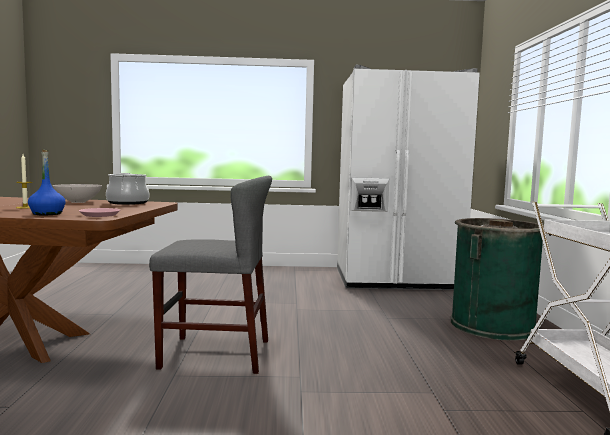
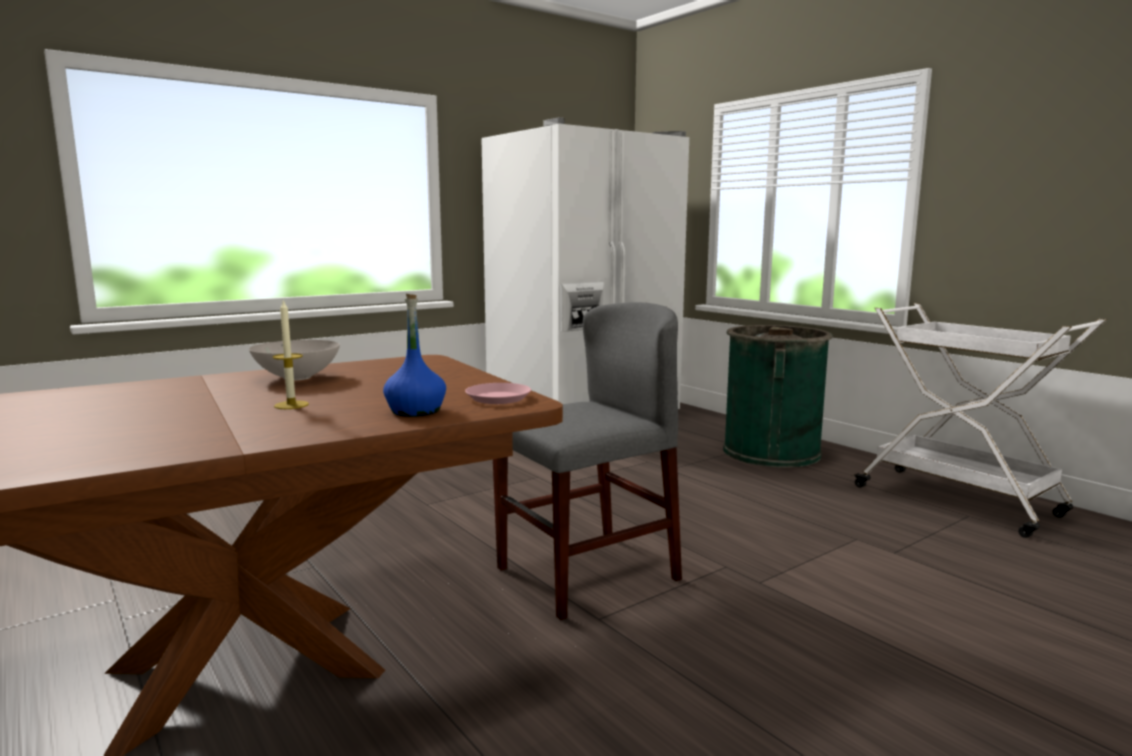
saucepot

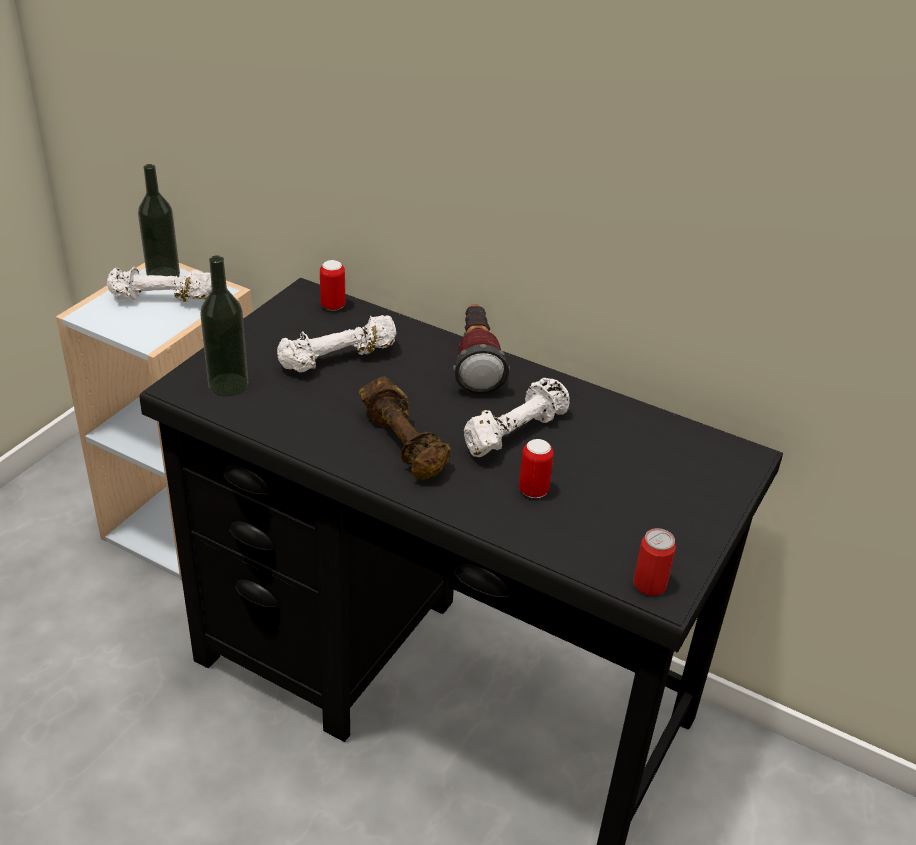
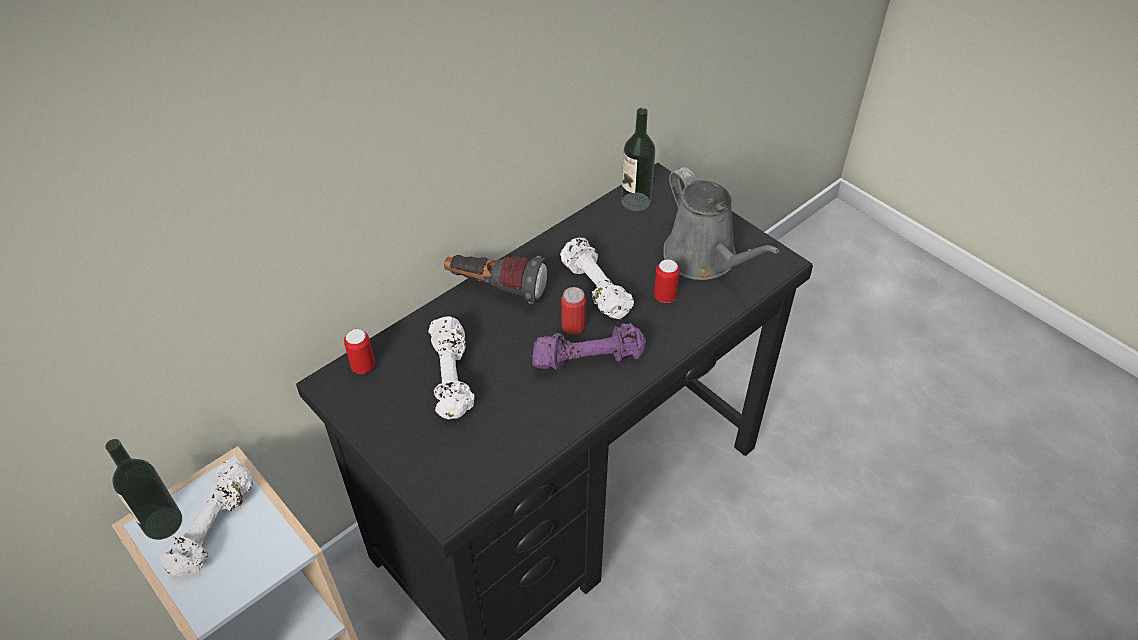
purplish free weight
sealed can (no. 2 from left)
drink bottle (no. 2 from left)
greyish sprinkling can

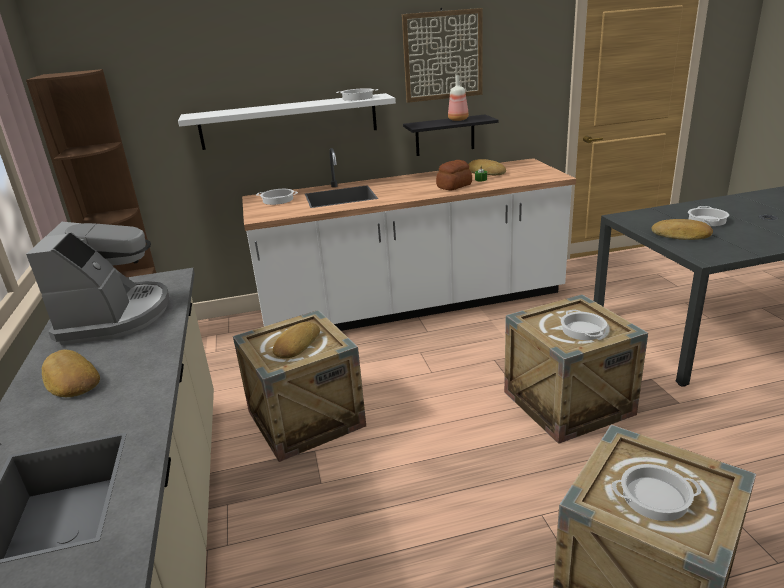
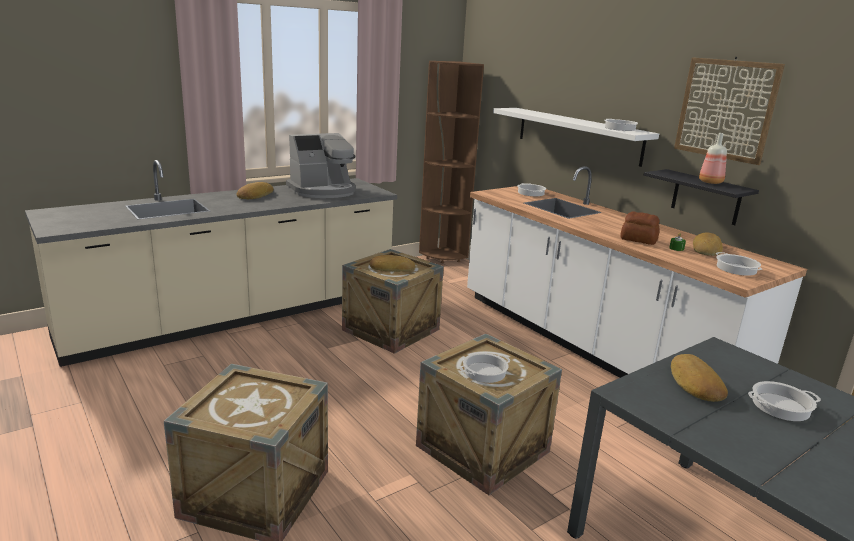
saucepot (no. 4 from left)

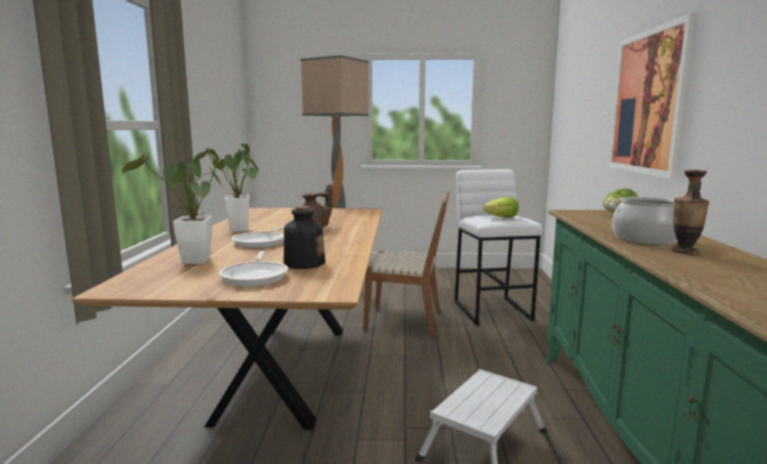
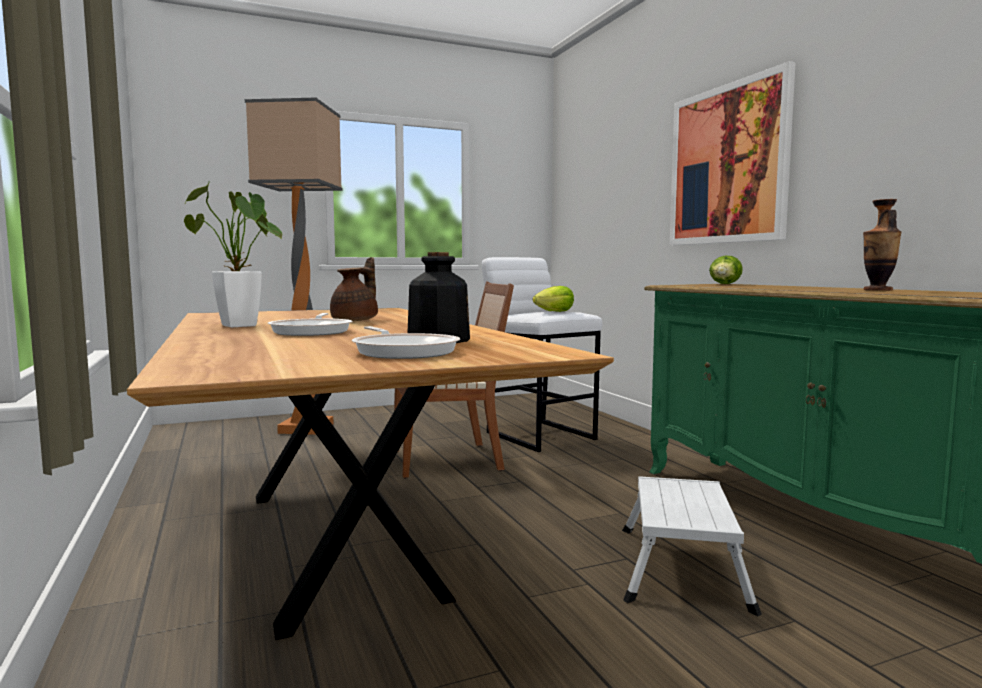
houseplant (no. 1 from left in the first image)
saucepot

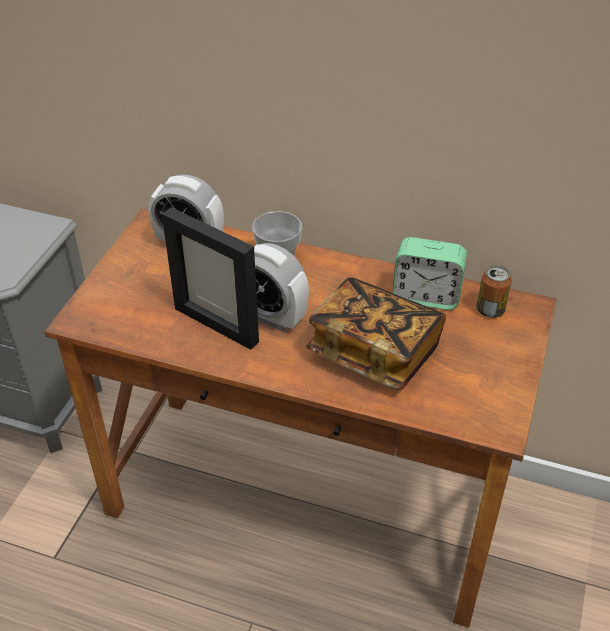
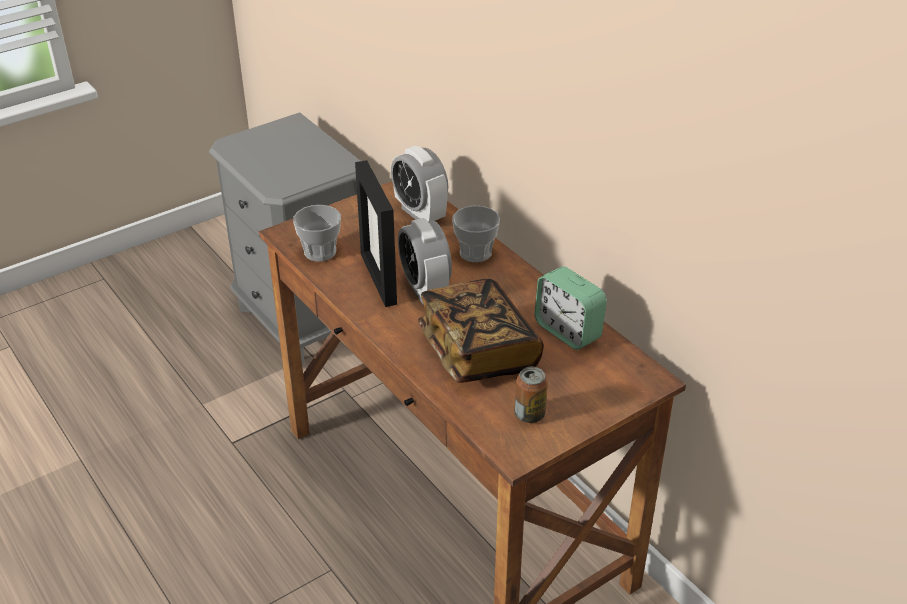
drinking cup (no. 1 from left)
sealed can

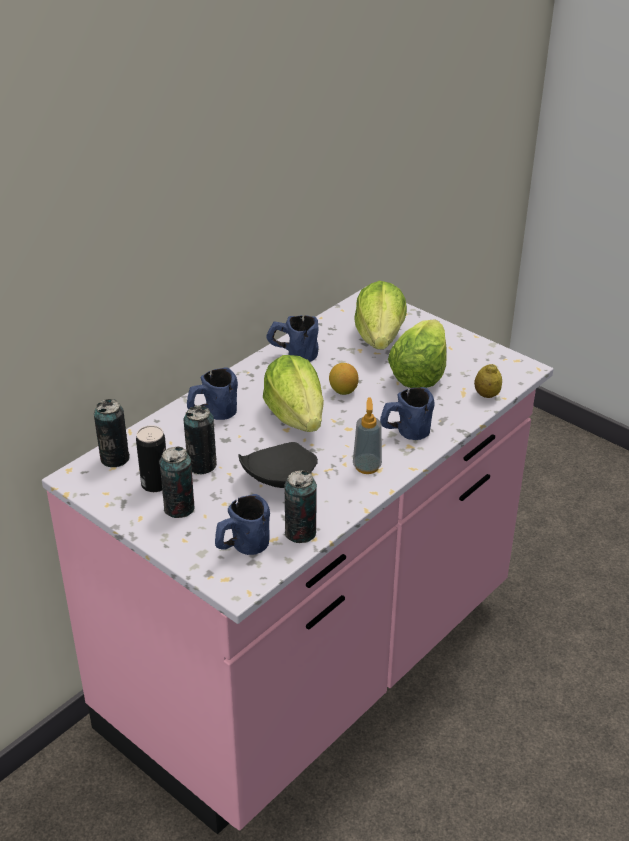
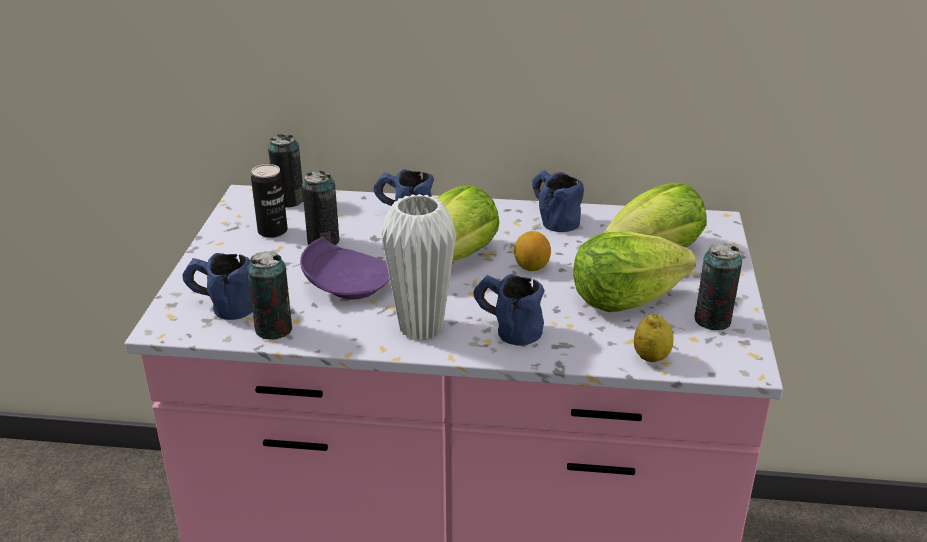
purplish dinner plate
white vase
sealed can (no. 5 from left)

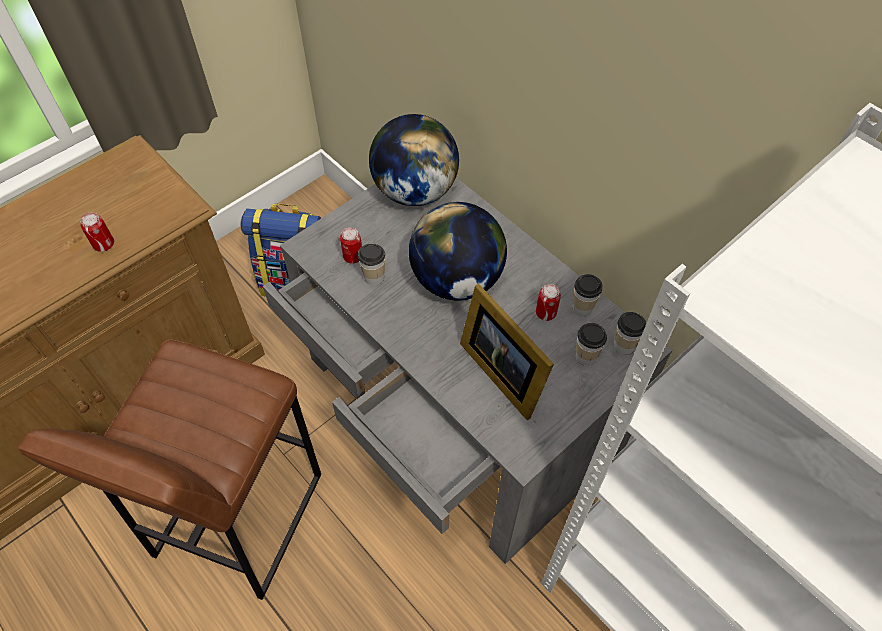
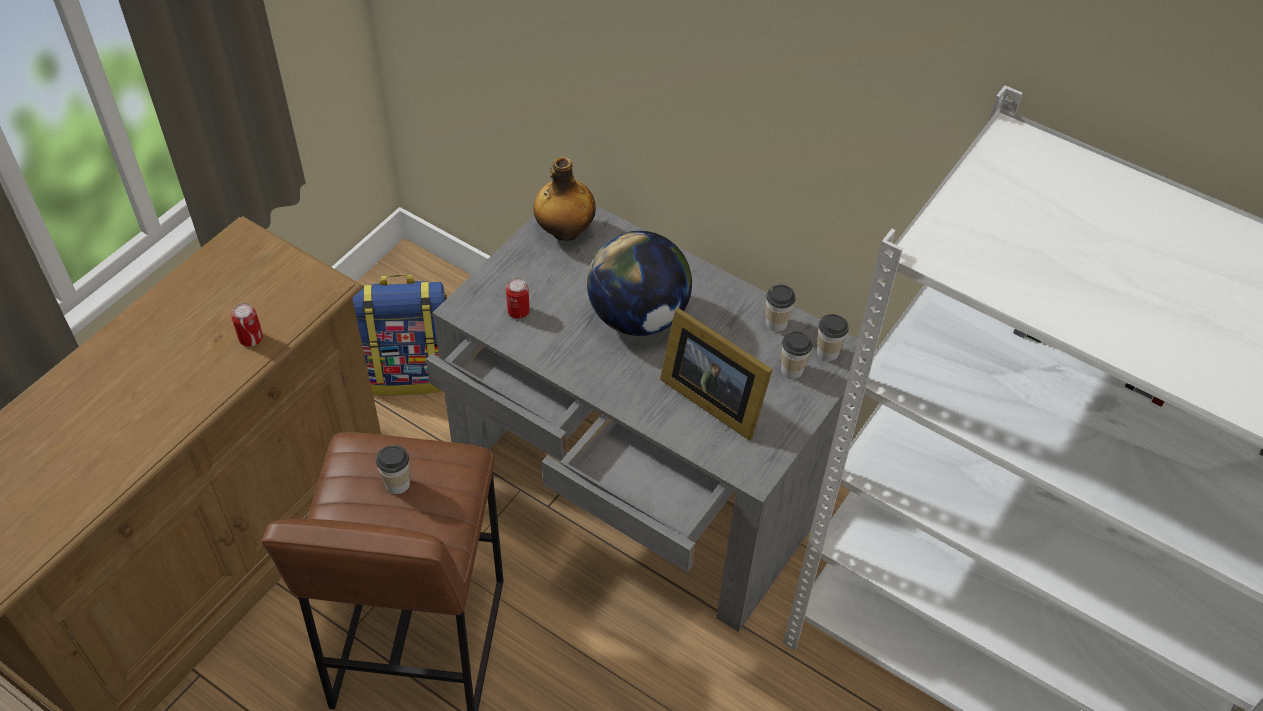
drinking cup (no. 1 from left)
drink bottle
sealed can (no. 3 from left in the first image)

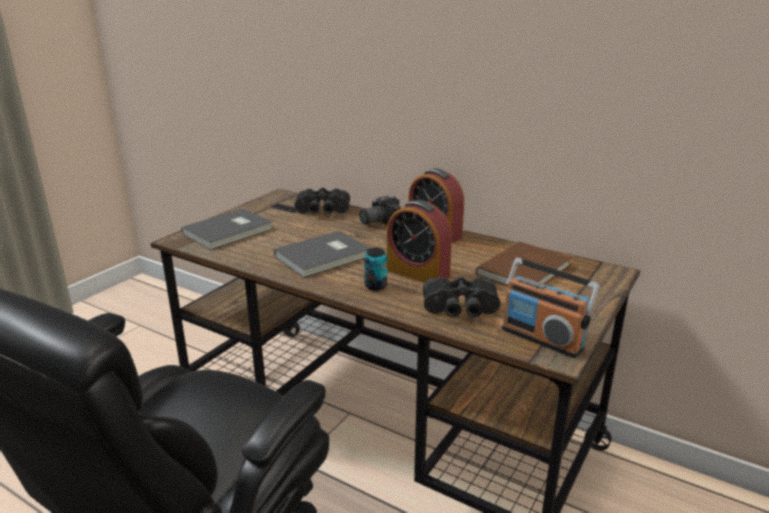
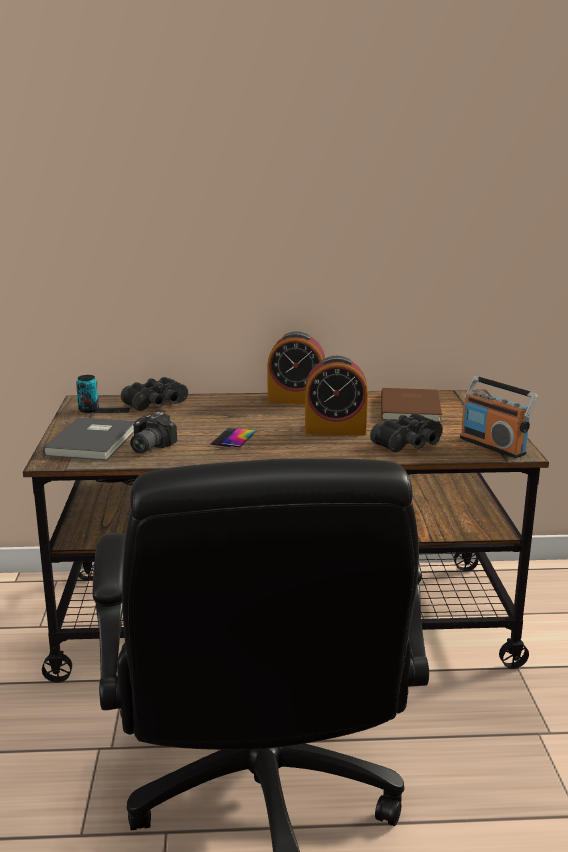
sealed can
still camera
telephone
radio receiver

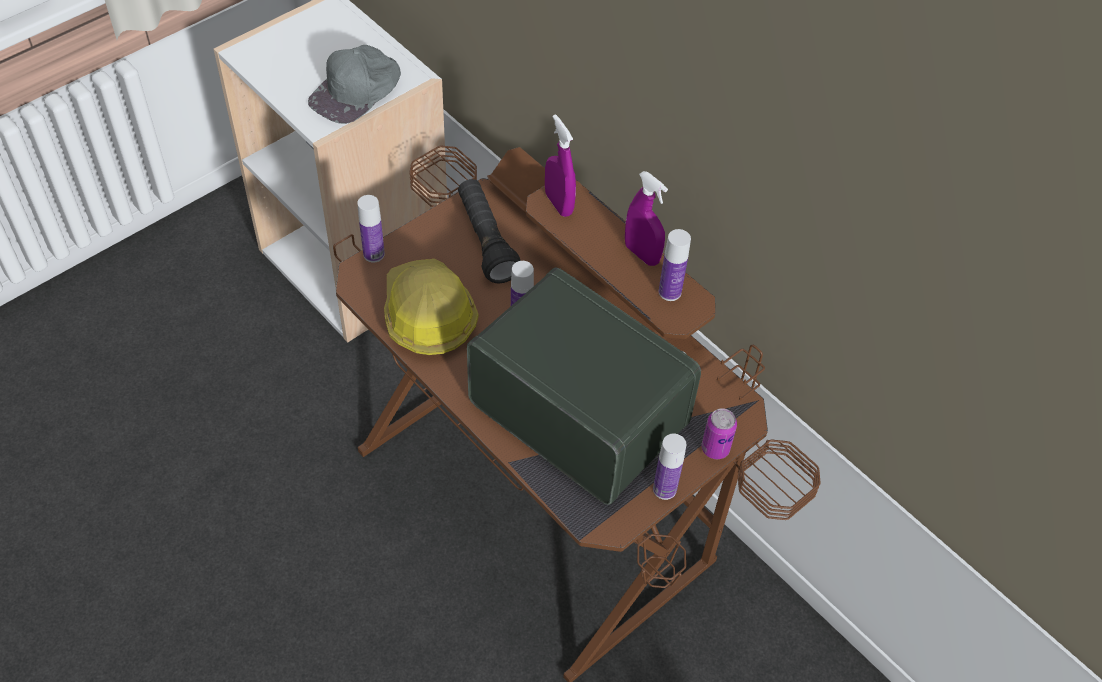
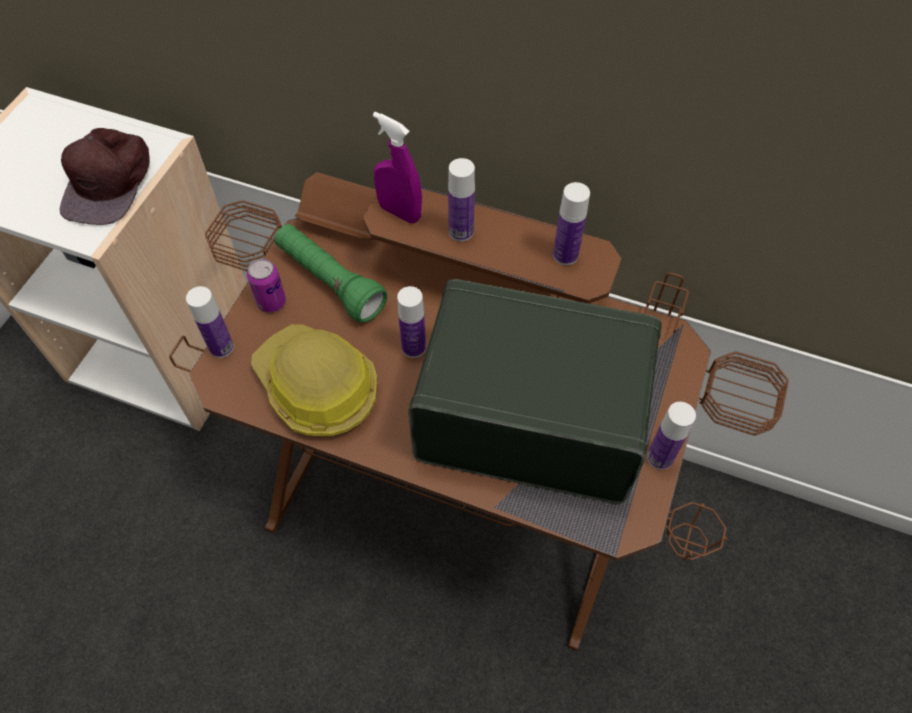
brownish cap
sealed can
green-coloured flashlight
drink bottle (no. 3 from left)
purplish hand sprayer (no. 2 from left in the first image)

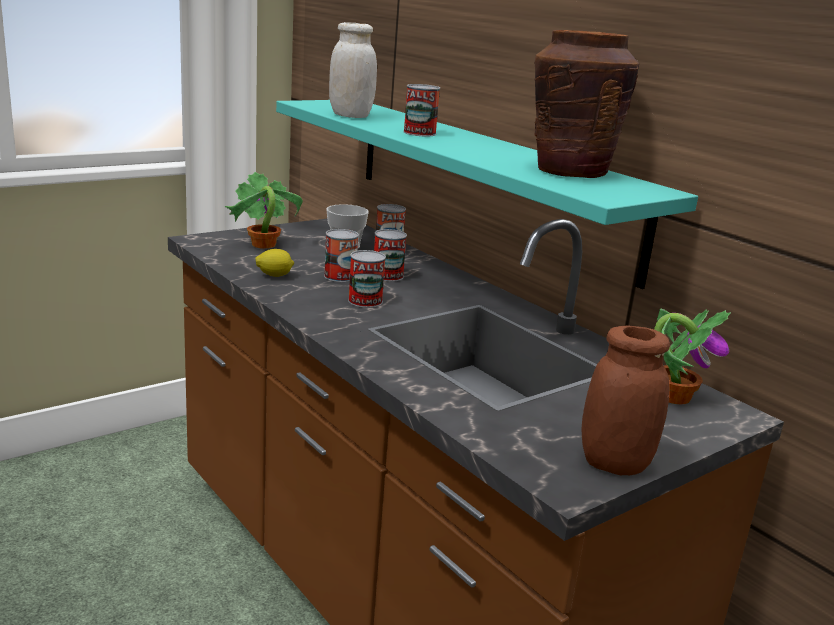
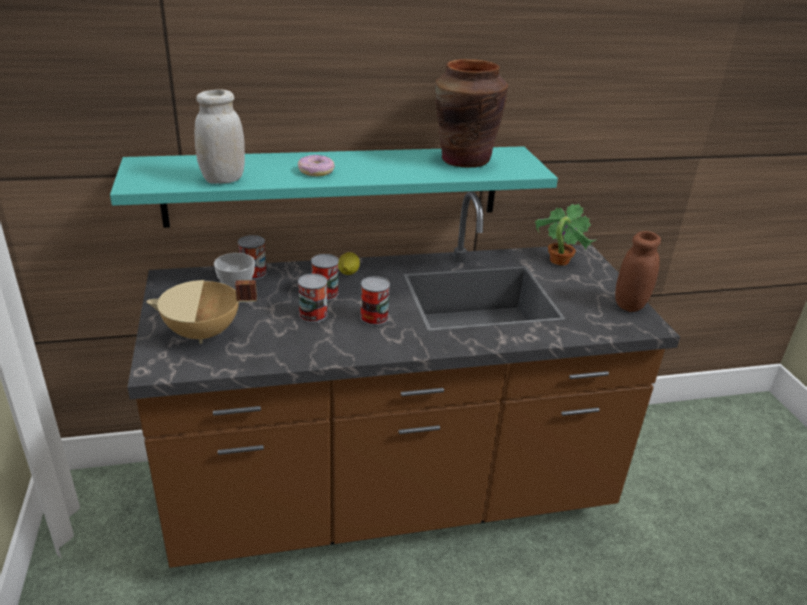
beige-coloured saucepot
doughnut
whole lemon

